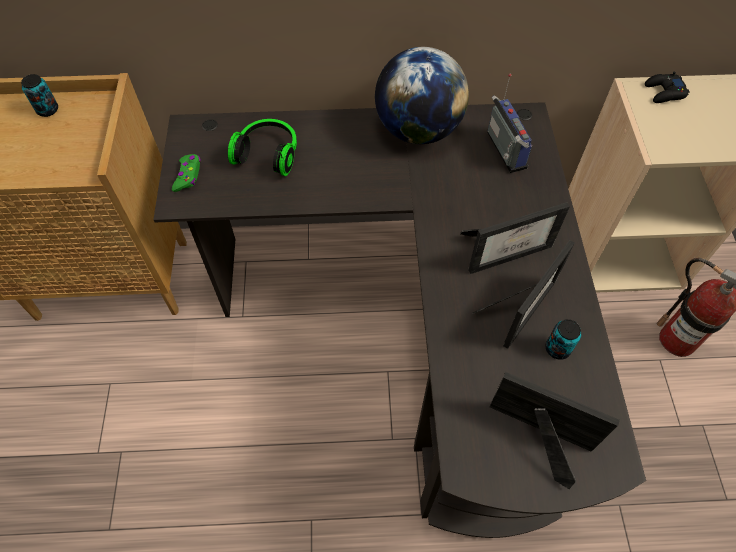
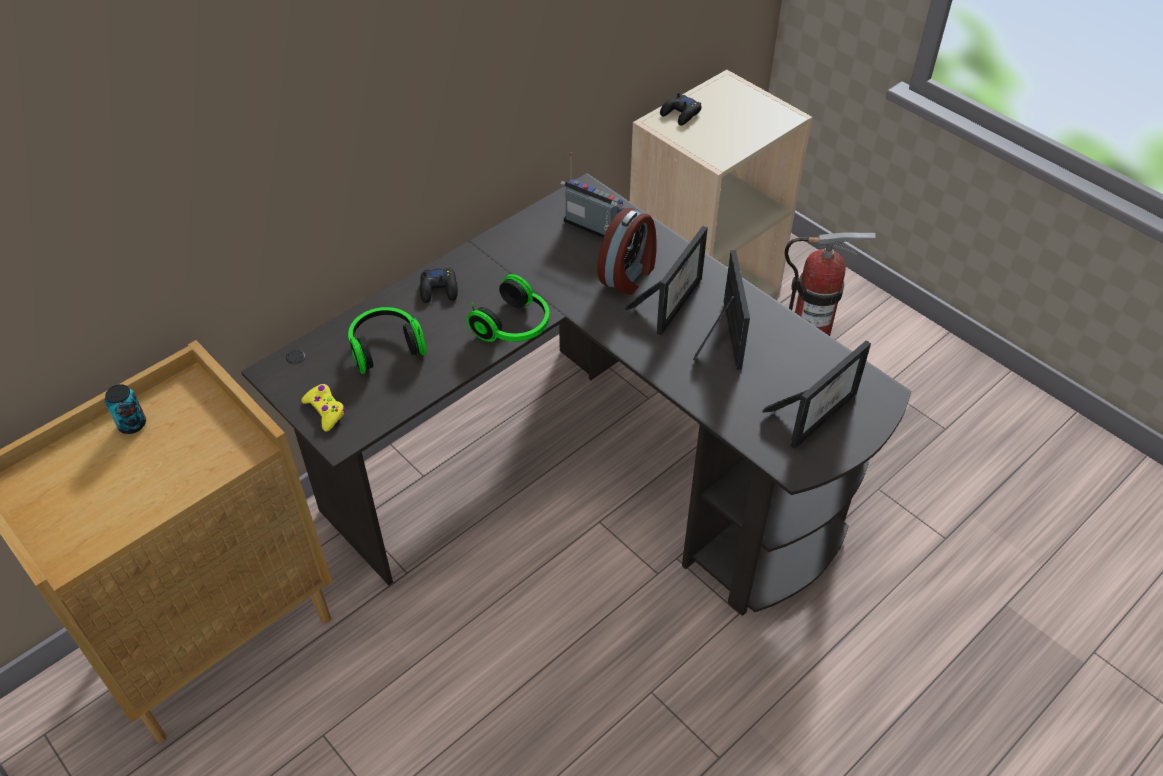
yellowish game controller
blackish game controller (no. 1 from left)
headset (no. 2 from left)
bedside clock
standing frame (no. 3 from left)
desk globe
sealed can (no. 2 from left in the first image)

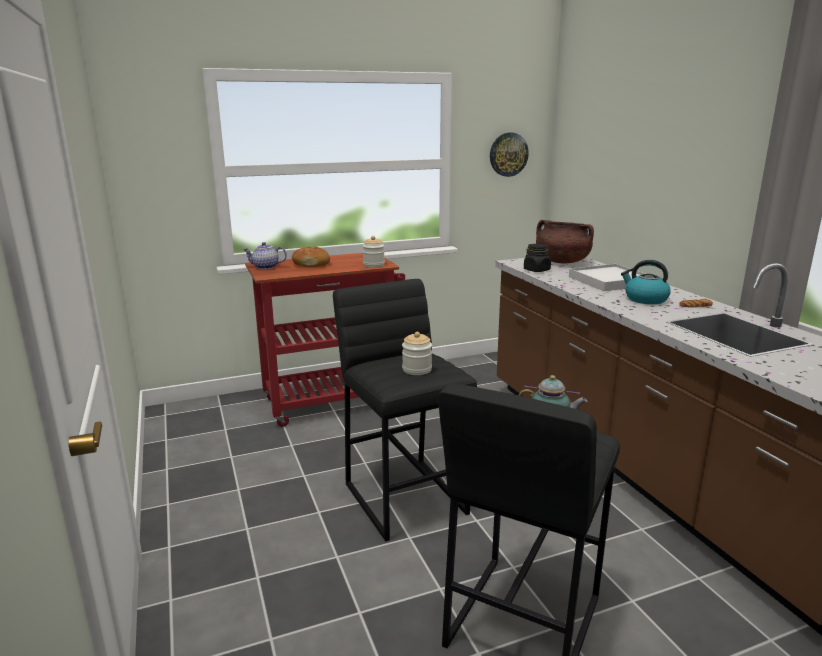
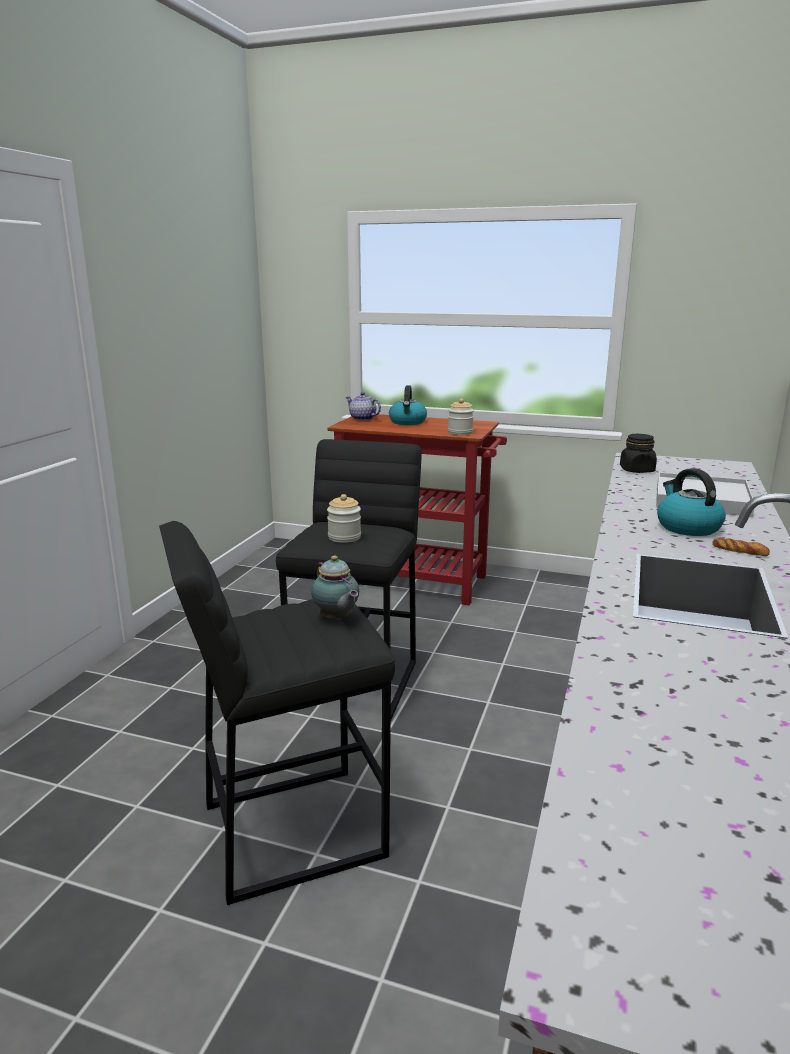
tea kettle (no. 1 from left)
hanging clock
brownish saucepot

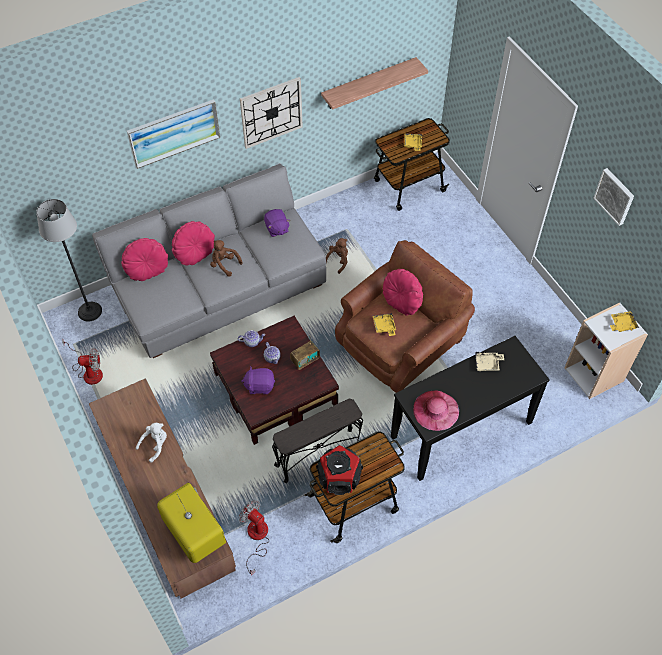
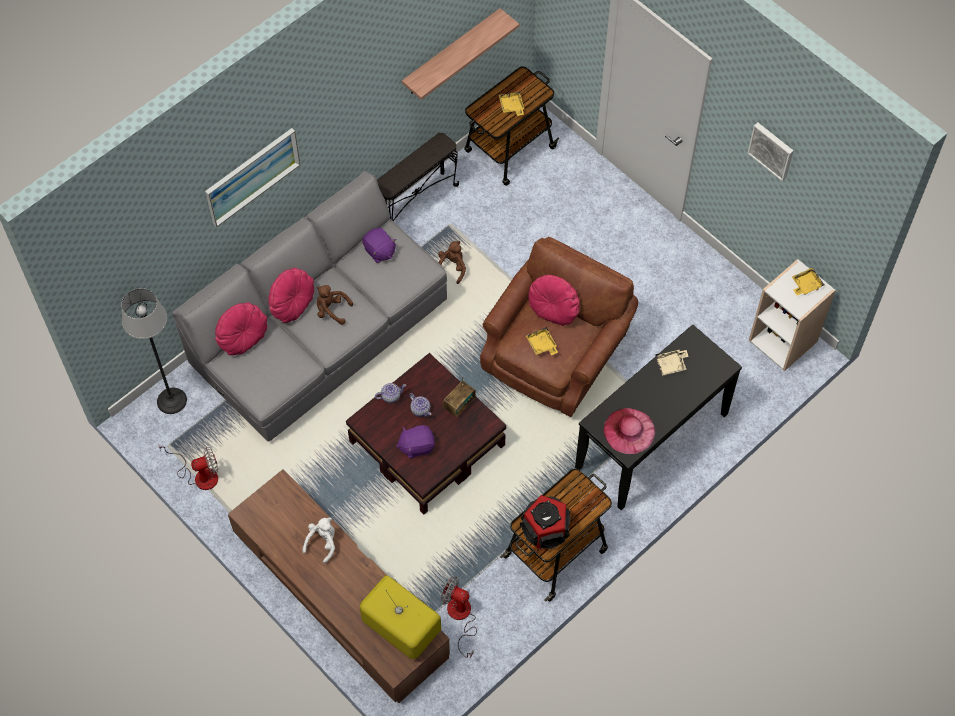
blackish end table
hanging clock

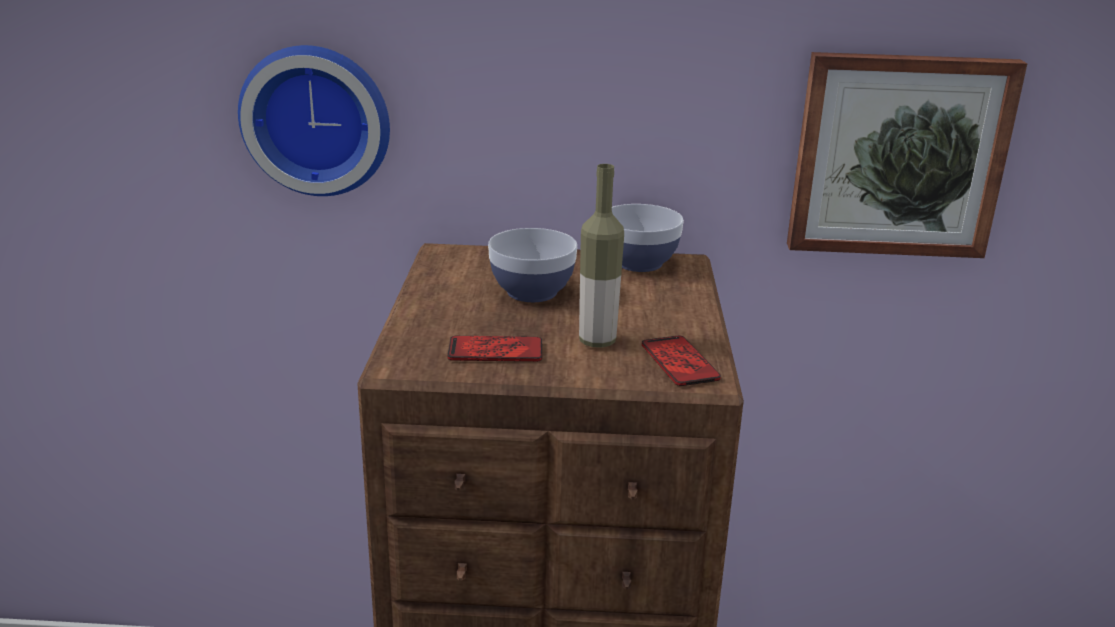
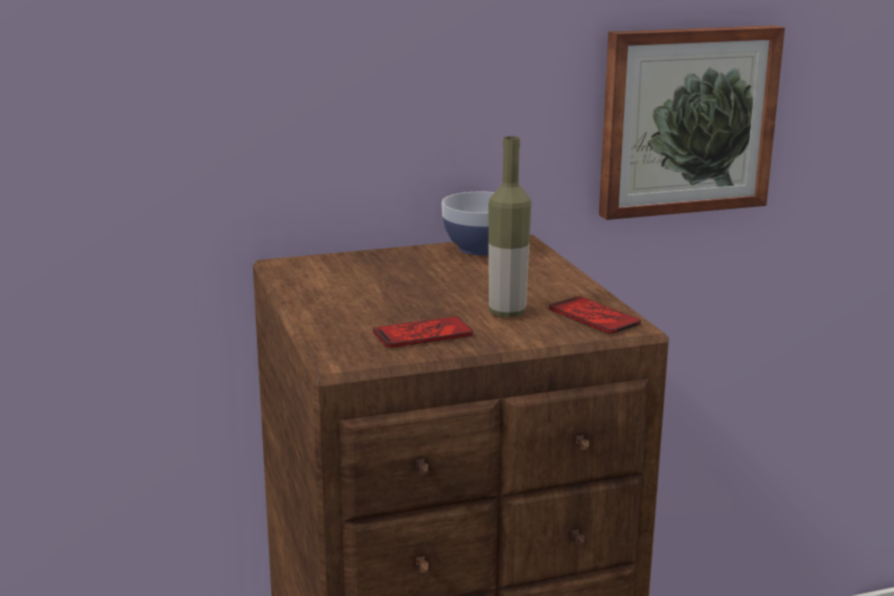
hanging clock
deep dish (no. 1 from left in the first image)

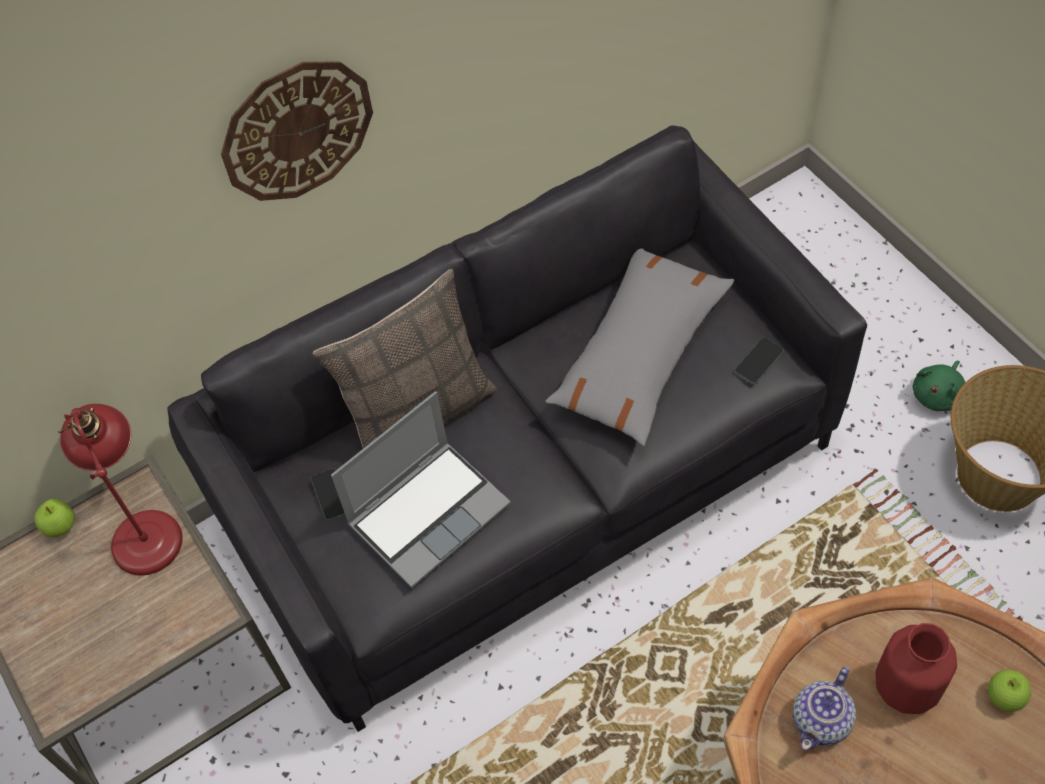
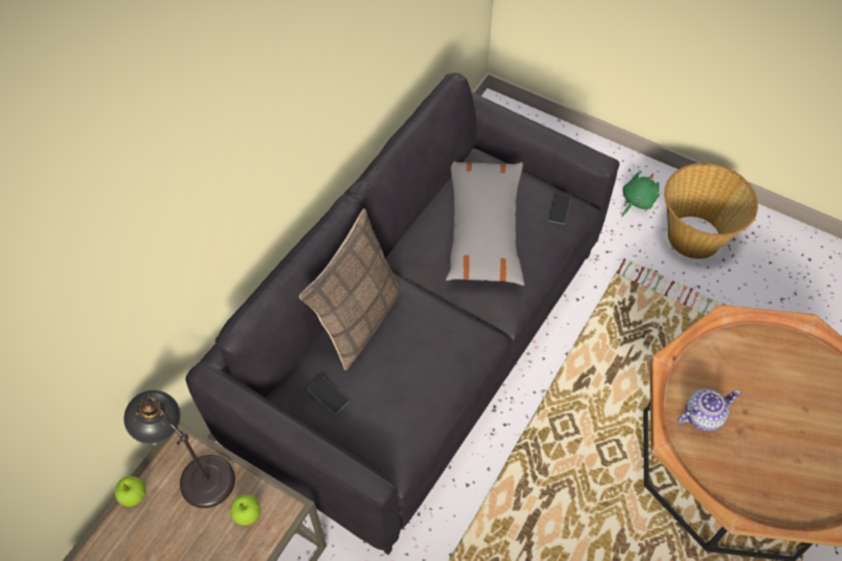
greyish tabletop lamp
apple fruit (no. 2 from left)
green-coloured plush toy
tea pot
hanging clock
laptop
red-coloured vase

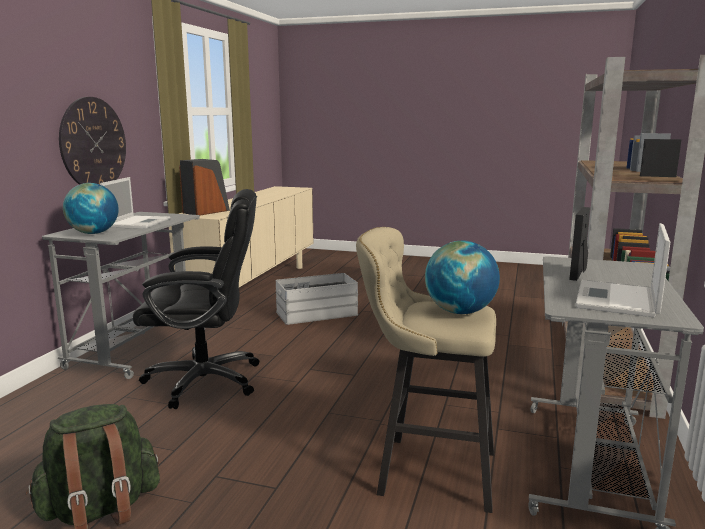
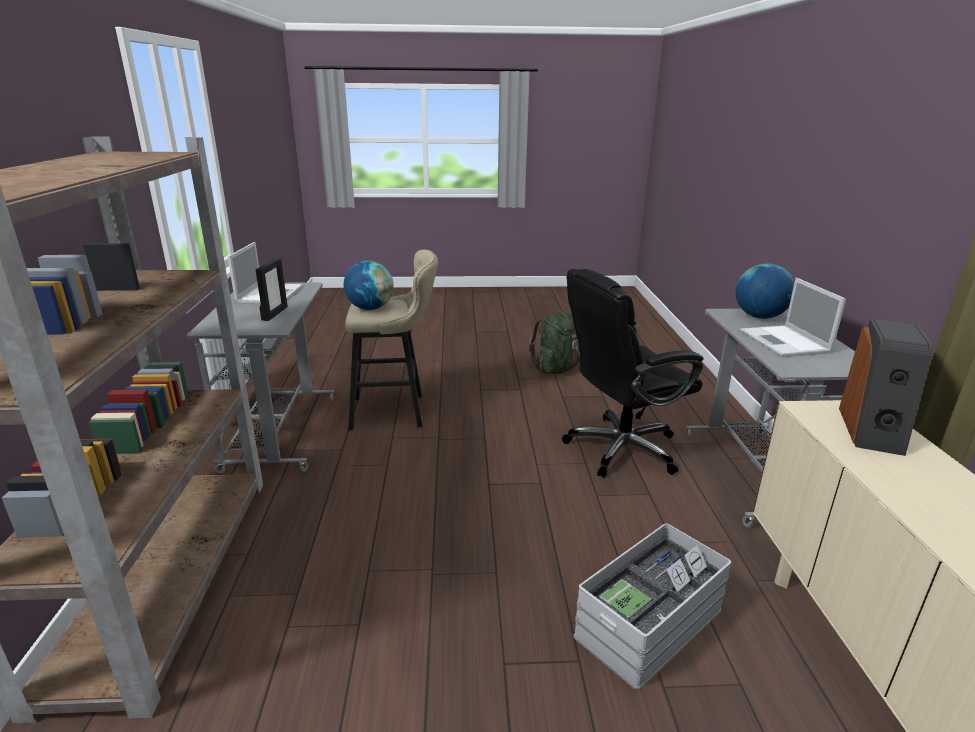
hanging clock

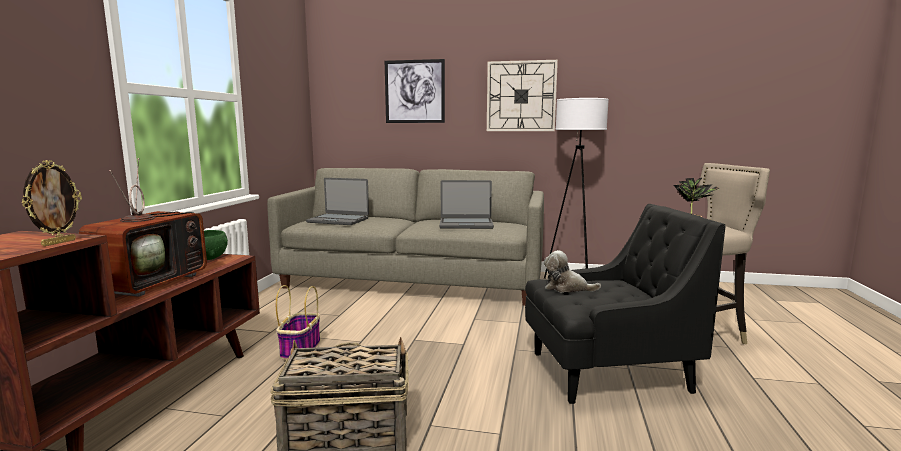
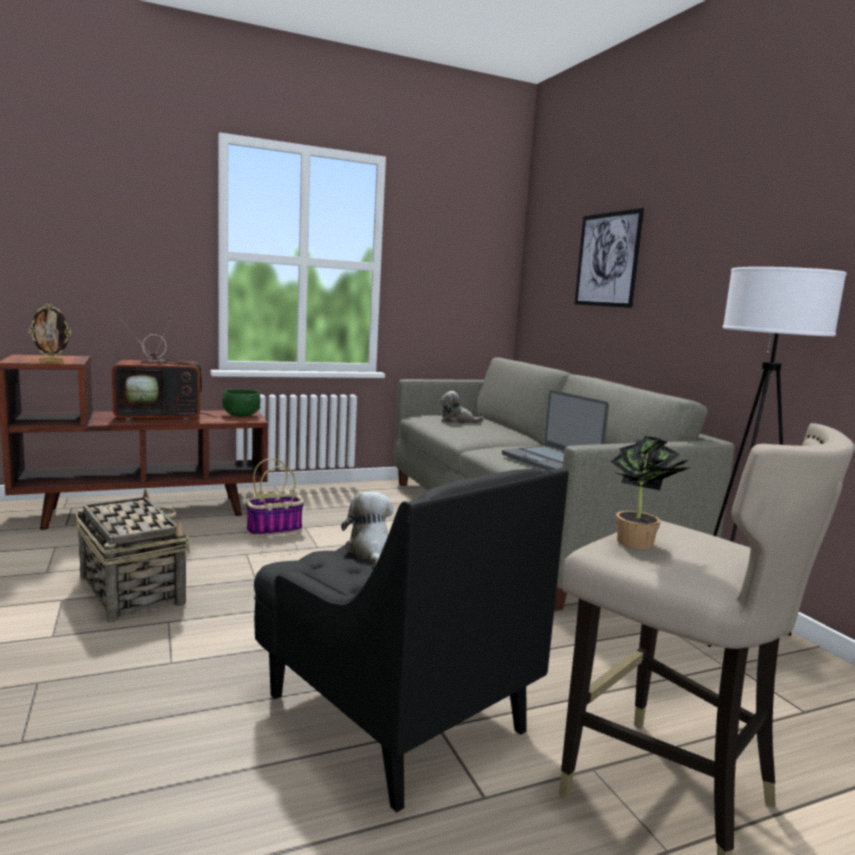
plush toy (no. 2 from left)
hanging clock

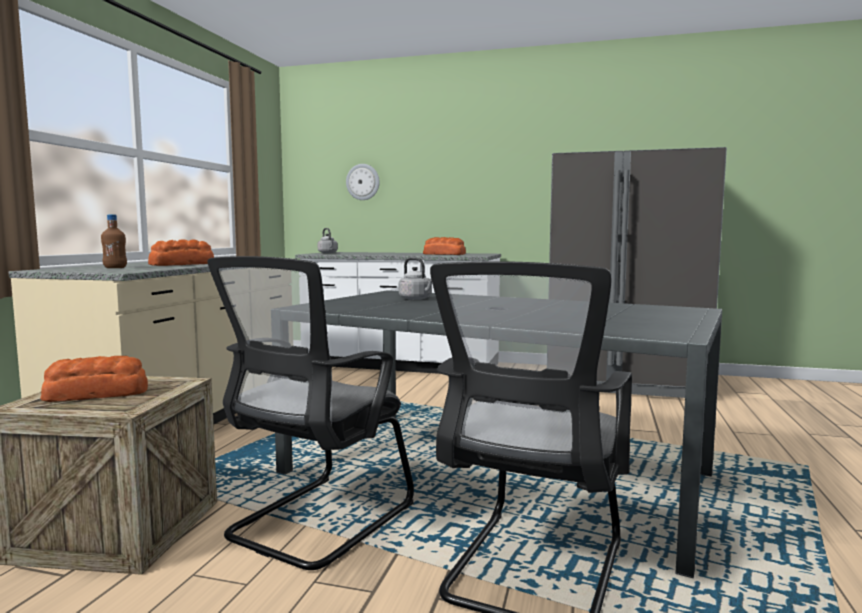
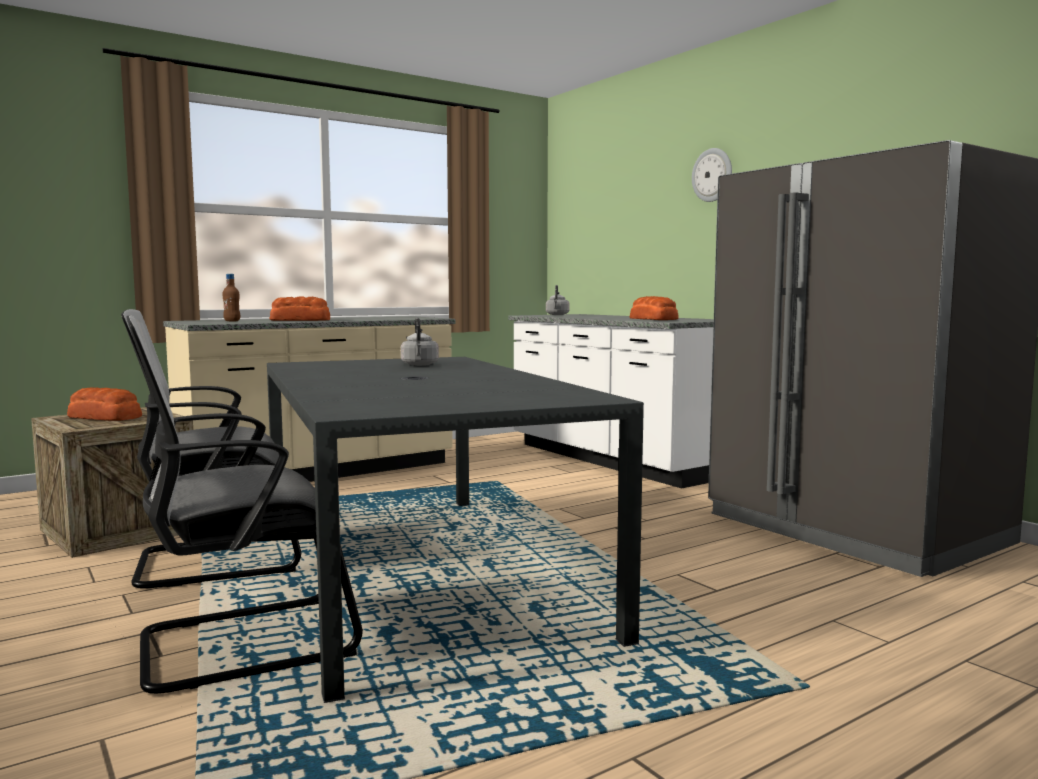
hanging clock

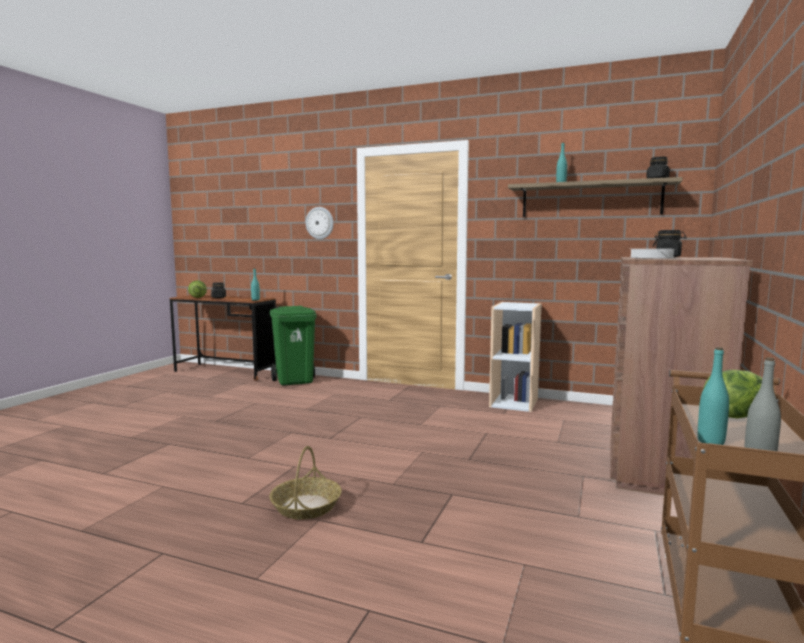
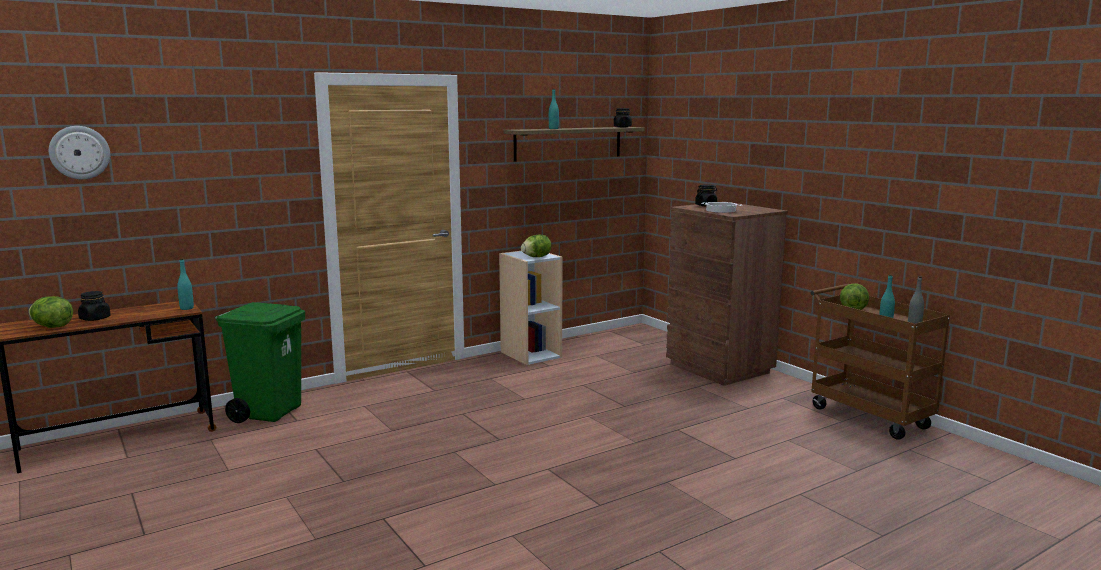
hanging clock
head of lettuce (no. 2 from left)
storage basket

